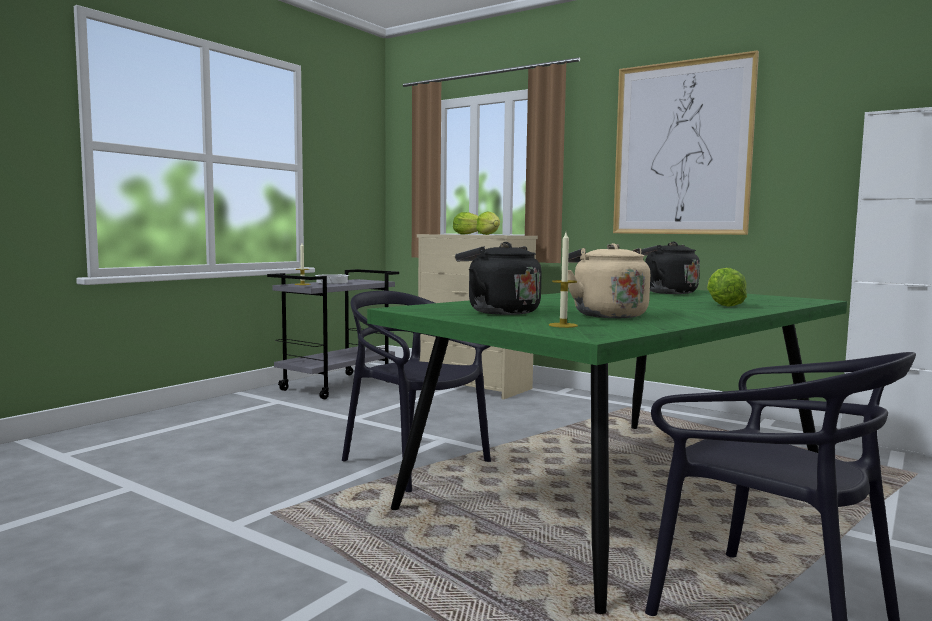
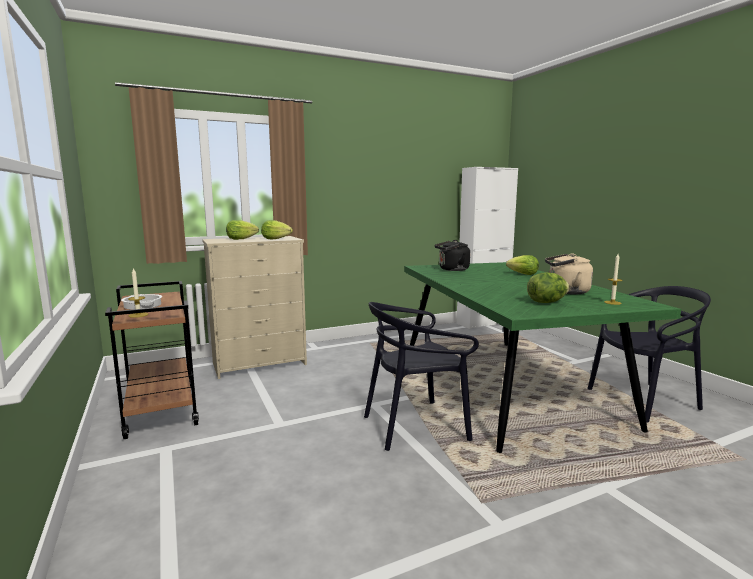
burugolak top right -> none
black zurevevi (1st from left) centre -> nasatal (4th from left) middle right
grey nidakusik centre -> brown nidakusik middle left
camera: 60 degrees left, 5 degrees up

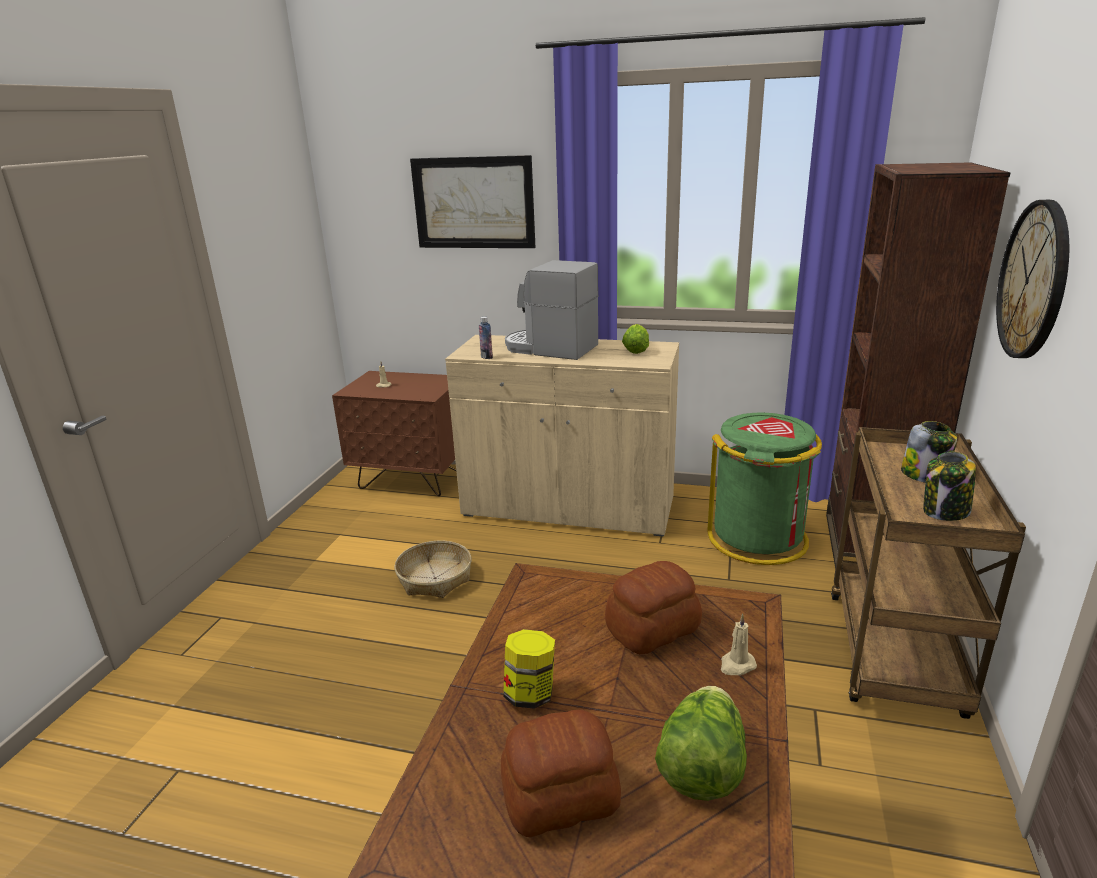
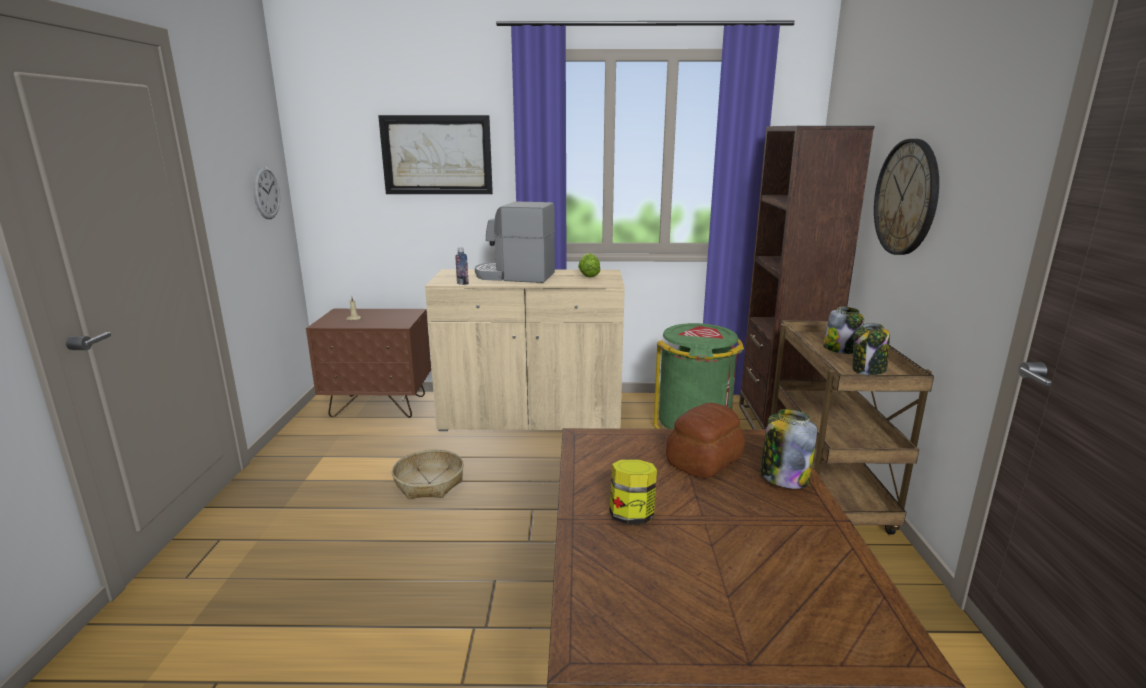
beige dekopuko (2nd from left) bottom right -> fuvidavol (2nd from left) middle right
nasatal (2nd from left) bottom centre -> none
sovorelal (1st from left) bottom centre -> none
none -> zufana (1st from left) top left
camera: 15 degrees left, 5 degrees down

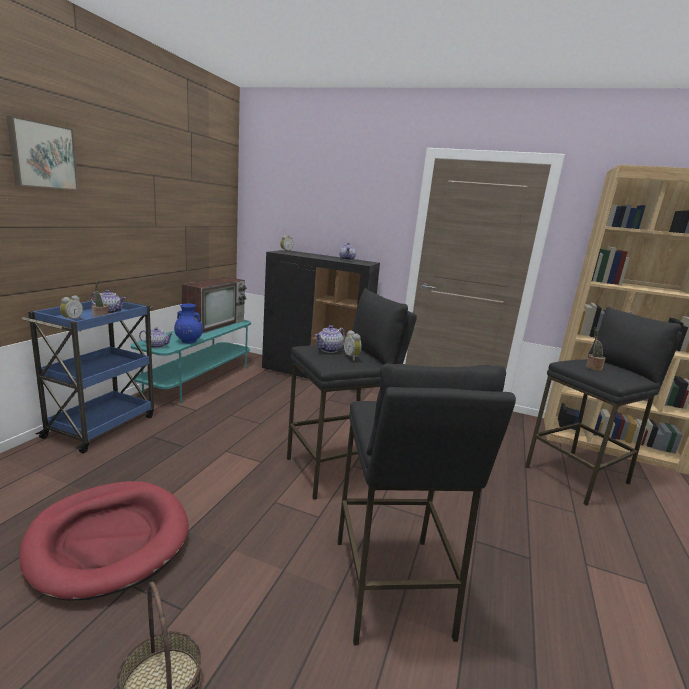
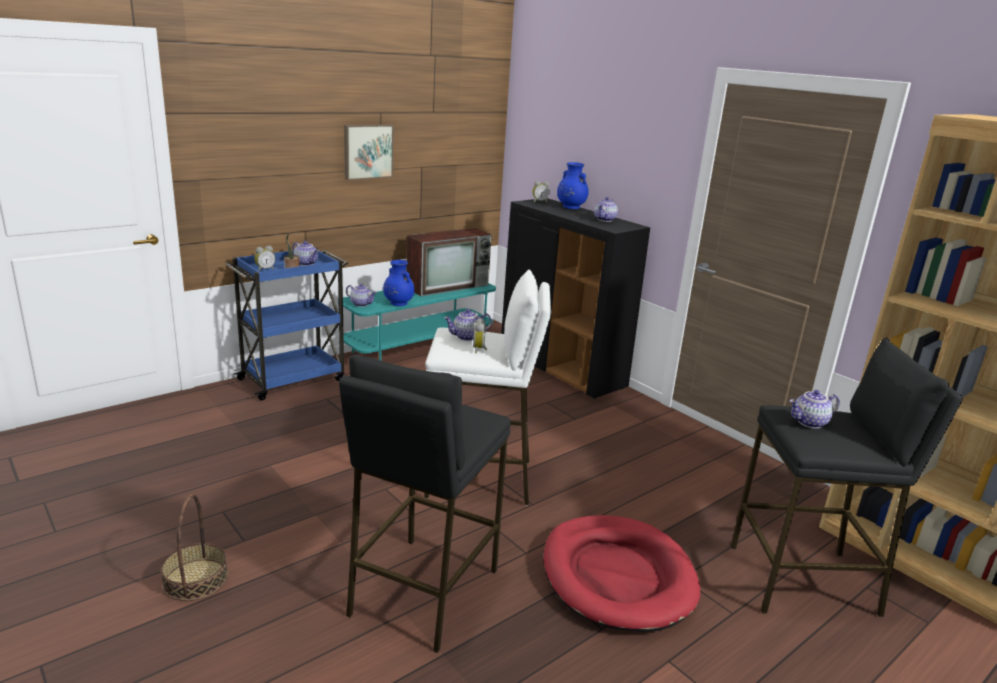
burugolak top left -> burugolak top centre, moved
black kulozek (1st from left) centre -> white kulozek centre
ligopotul (2nd from left) middle right -> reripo (5th from left) middle right
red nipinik bottom left -> red nipinik bottom centre, moved
none -> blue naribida (2nd from left) top centre
camera: 30 degrees right, 5 degrees up

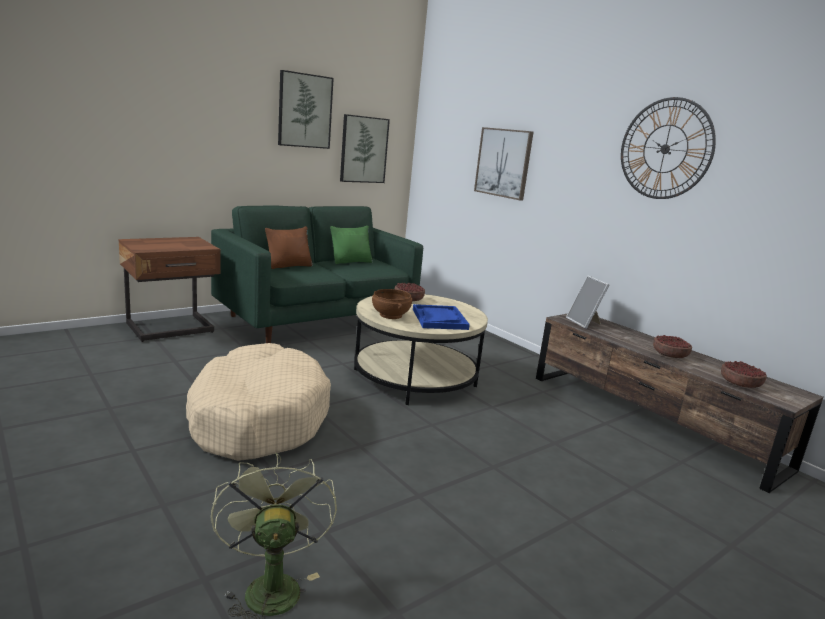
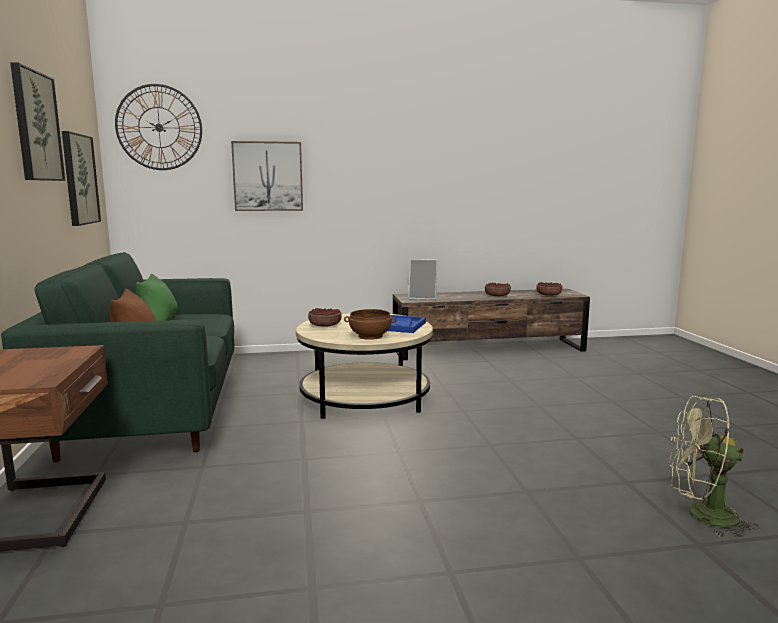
zufana top right -> zufana top left, moved
beige nipinik middle left -> none
camera: 60 degrees left, 5 degrees down

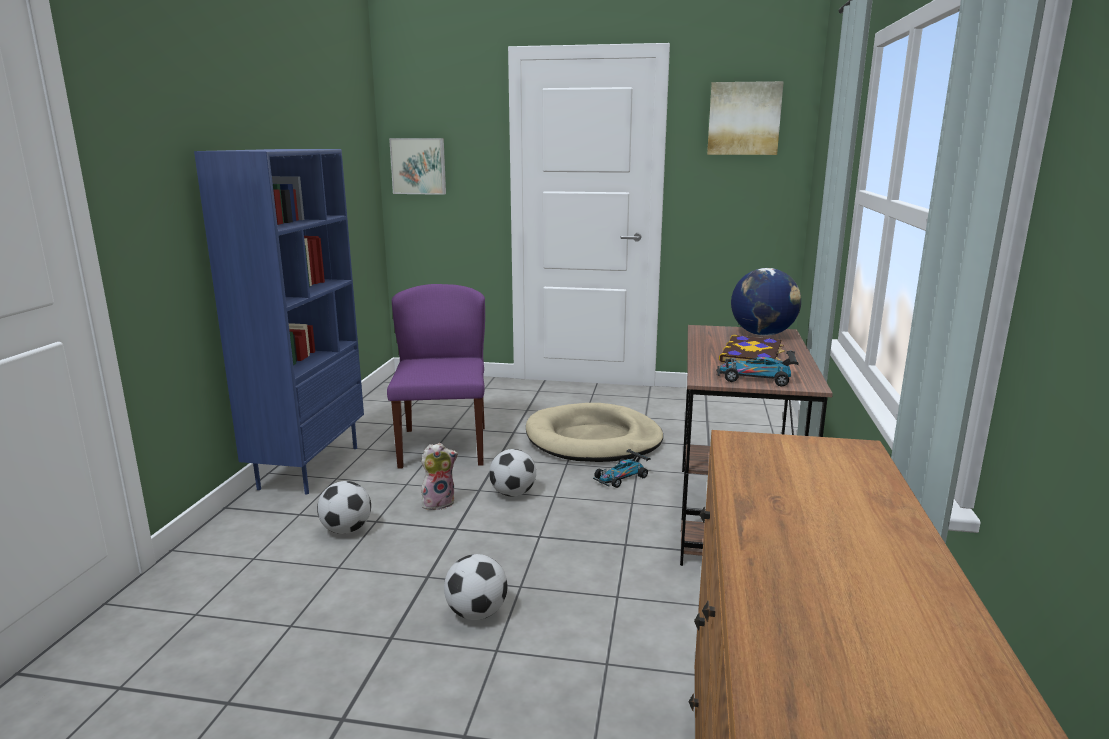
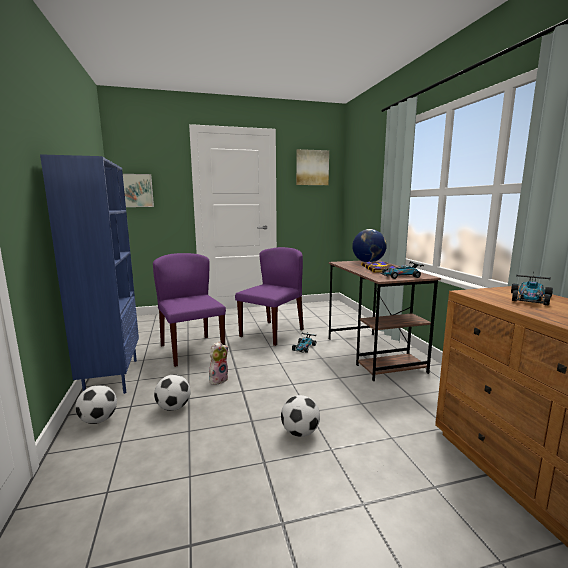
beige nipinik centre -> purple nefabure (2nd from left) centre
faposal (3rd from left in the first image) centre -> faposal (1st from left) bottom left, moved
none -> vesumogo (3rd from left) middle right
camera: 25 degrees left, 5 degrees down

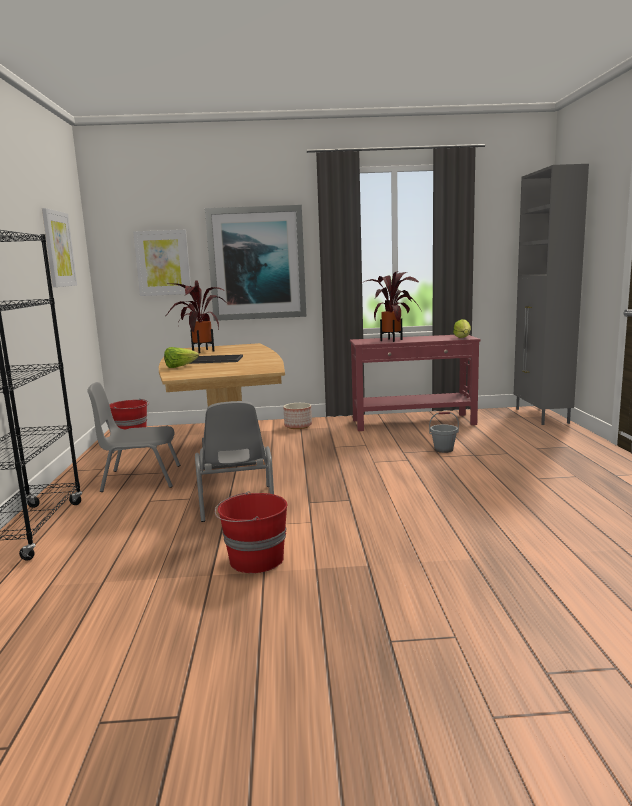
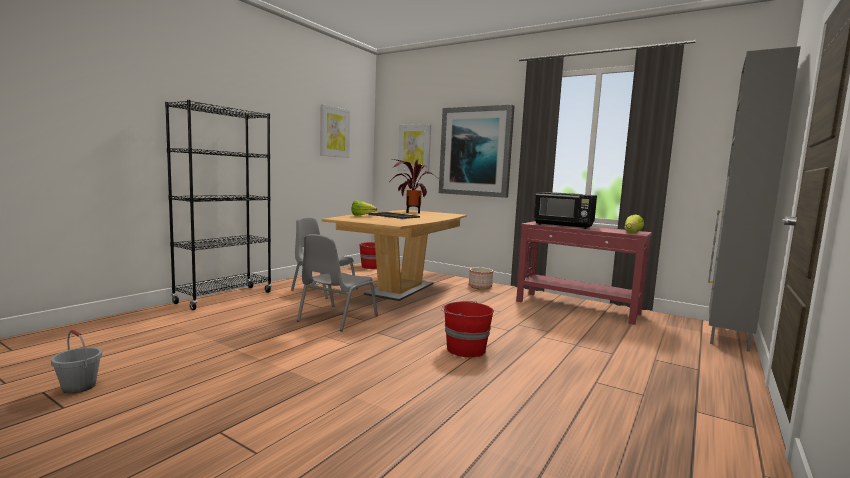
ligopotul (2nd from left) centre -> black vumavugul centre
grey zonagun middle right -> grey zonagun bottom left, moved
red zonagun (2nd from left) centre -> red zonagun (2nd from left) bottom centre, moved
camera: 35 degrees right, 5 degrees down

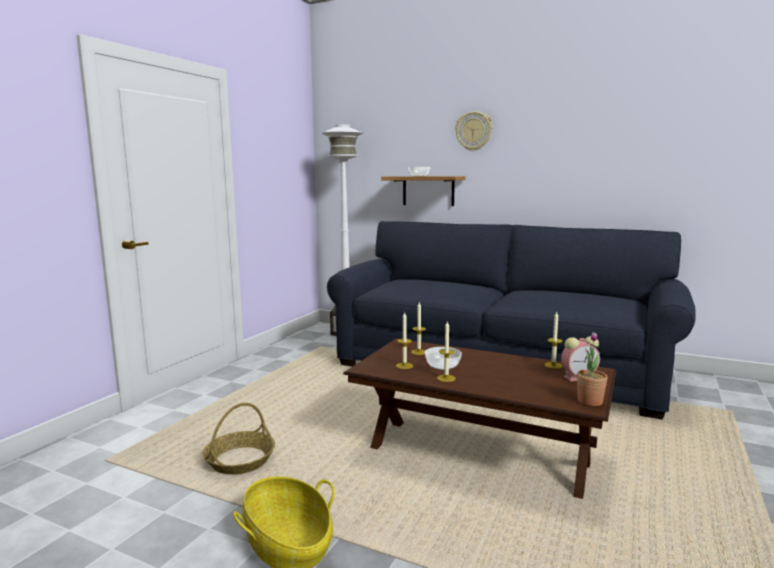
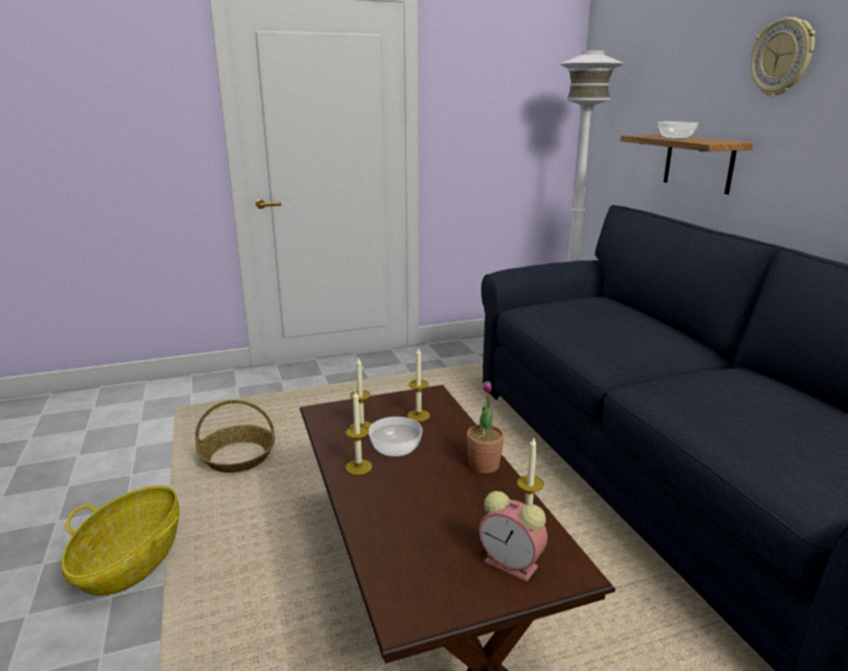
ligopotul middle right -> ligopotul centre, moved
camera: 45 degrees right, 10 degrees up

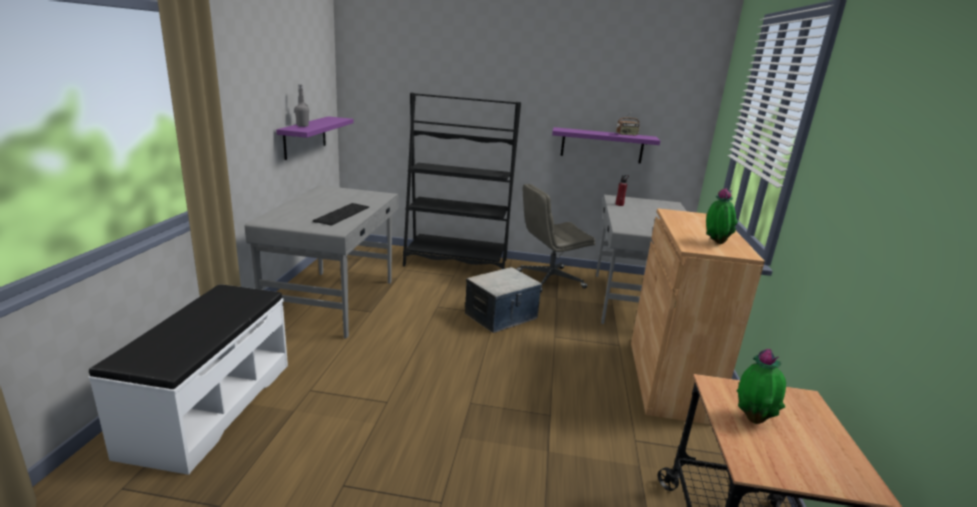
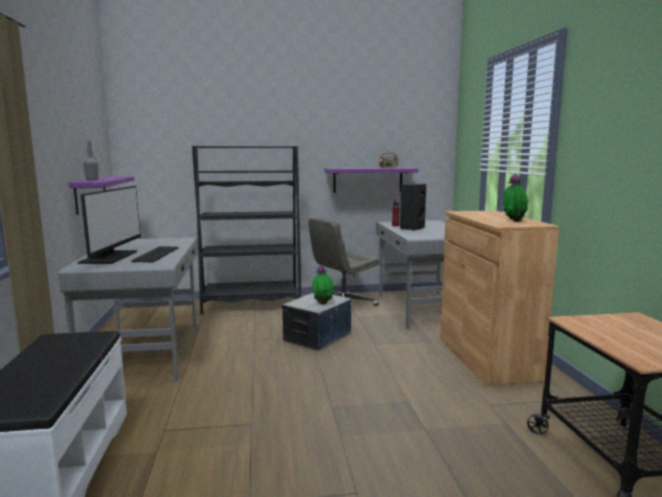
ligopotul (2nd from left in the first image) bottom right -> ligopotul (1st from left) centre, moved
none -> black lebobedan centre
none -> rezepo middle left
camera: 15 degrees left, 10 degrees down

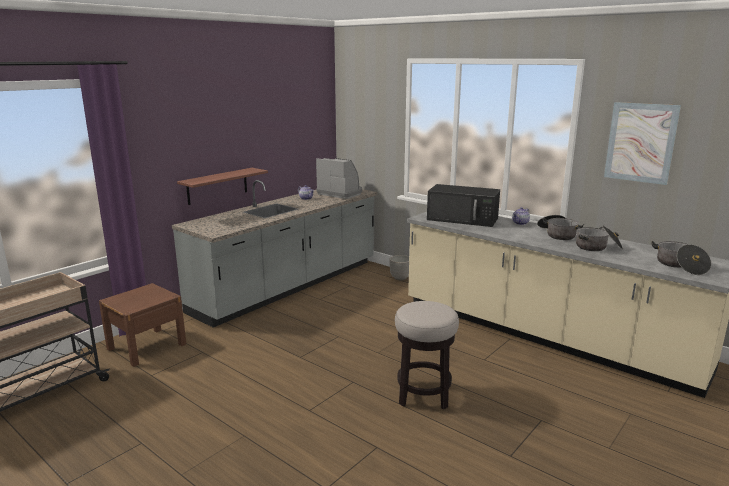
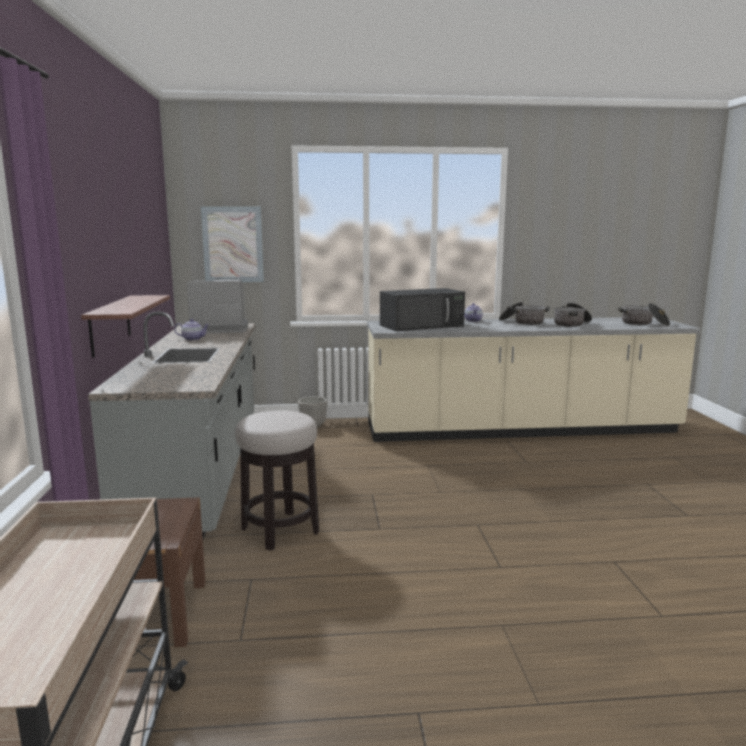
burugolak top right -> burugolak top left, moved
kulozek bottom centre -> kulozek centre, moved
camera: 45 degrees left, 5 degrees down

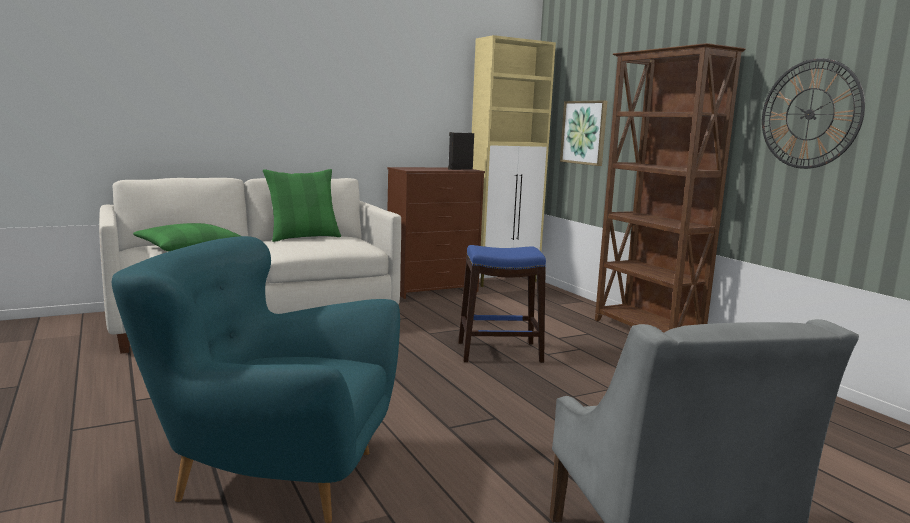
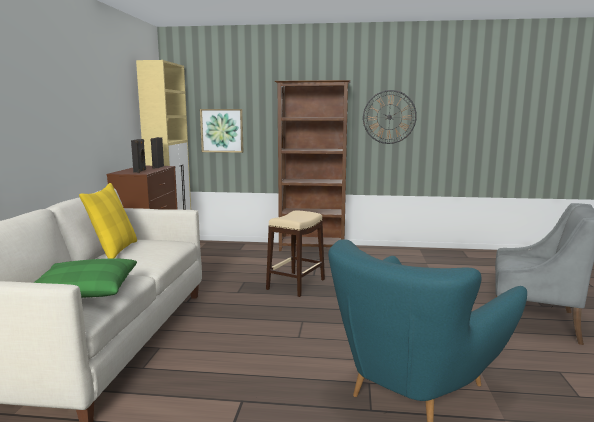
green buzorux (2nd from left) middle left -> yellow buzorux middle left
blue kulozek centre -> beige kulozek centre
none -> black lebobedan (1st from left) middle left
camera: 55 degrees left, 0 degrees up

